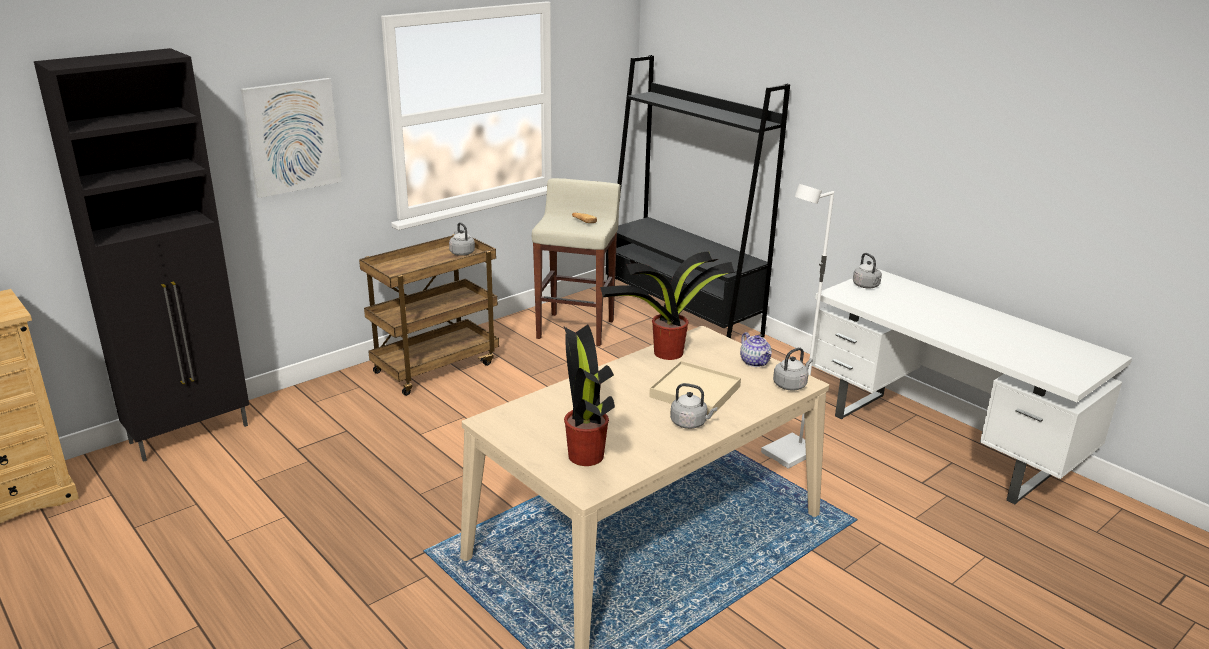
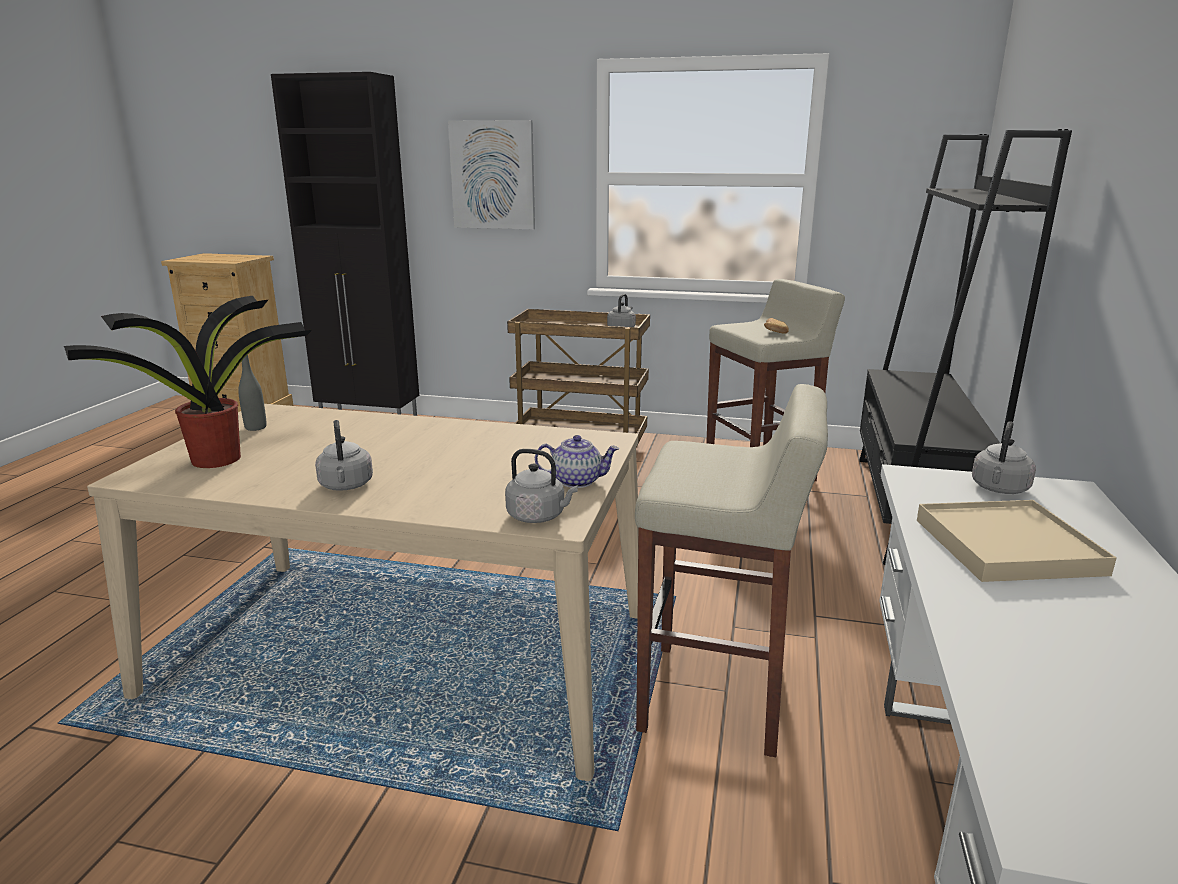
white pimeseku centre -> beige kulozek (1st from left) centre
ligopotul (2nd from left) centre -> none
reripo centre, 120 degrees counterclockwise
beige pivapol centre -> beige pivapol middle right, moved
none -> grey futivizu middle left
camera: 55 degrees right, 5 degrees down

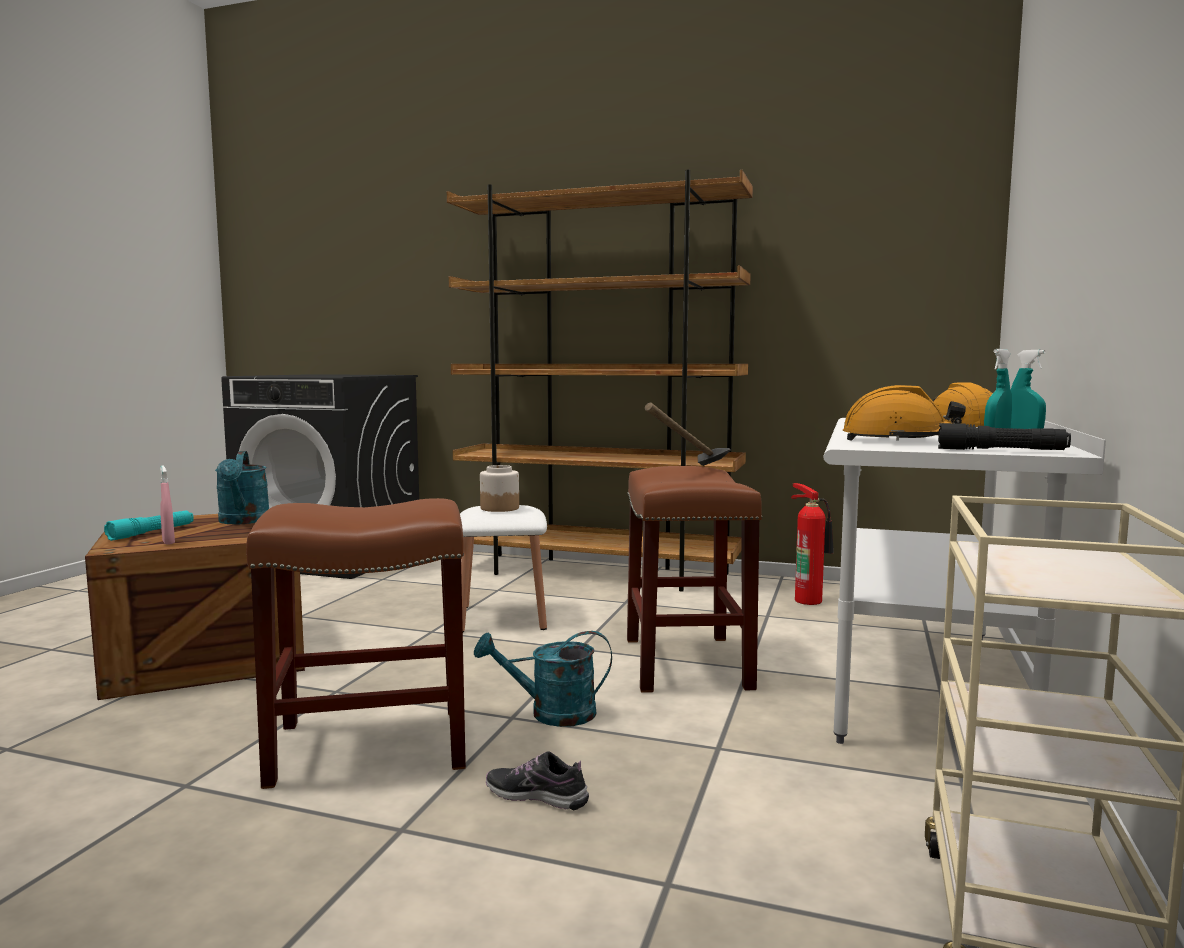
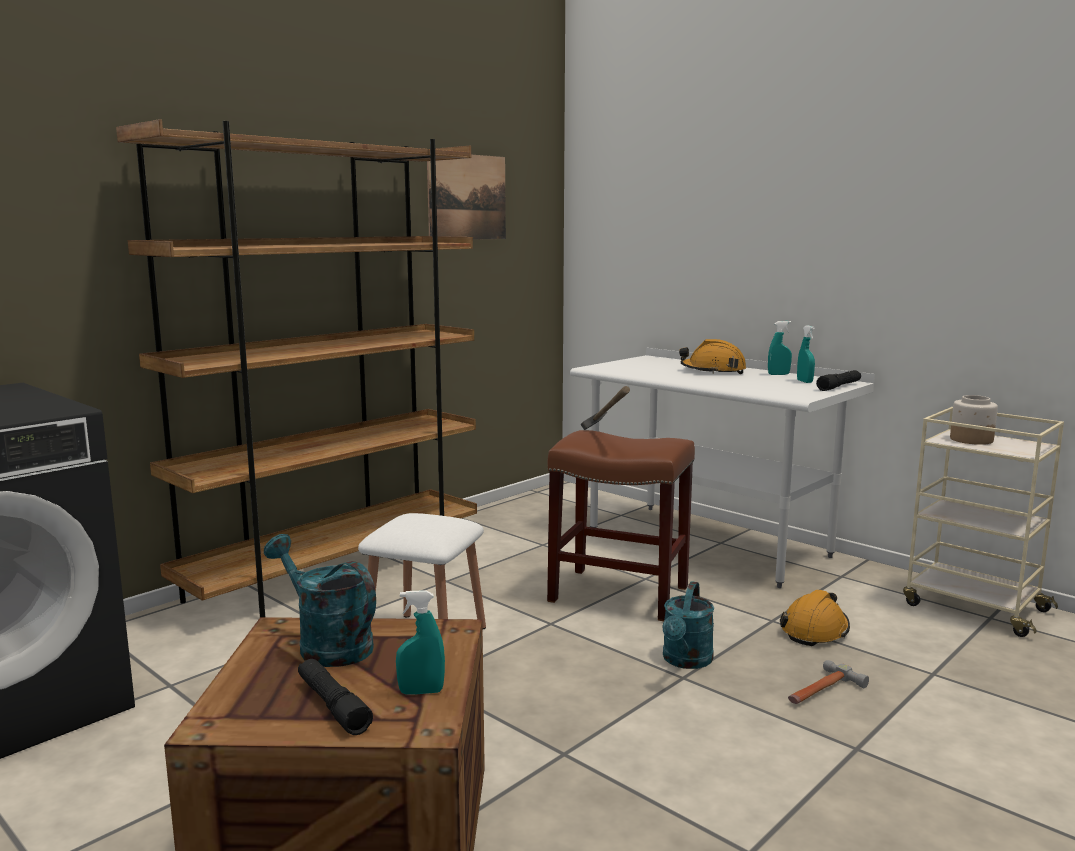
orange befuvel (1st from left in the first image) middle right -> orange befuvel (2nd from left) bottom right, moved
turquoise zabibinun (1st from left) middle left -> turquoise zabibinun (1st from left) bottom left, 150 degrees counterclockwise
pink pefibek middle left -> turquoise pefibek (1st from left) bottom centre
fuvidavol centre -> fuvidavol middle right, moved
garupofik middle right -> none
brown kulozek (1st from left) bottom left -> none
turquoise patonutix middle left -> black patonutix (1st from left) bottom left
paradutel bottom centre -> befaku (2nd from left) bottom right
none -> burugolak top centre
camera: 65 degrees left, 5 degrees up

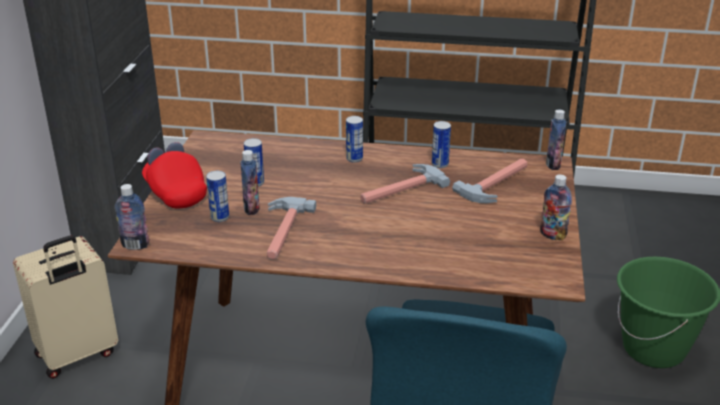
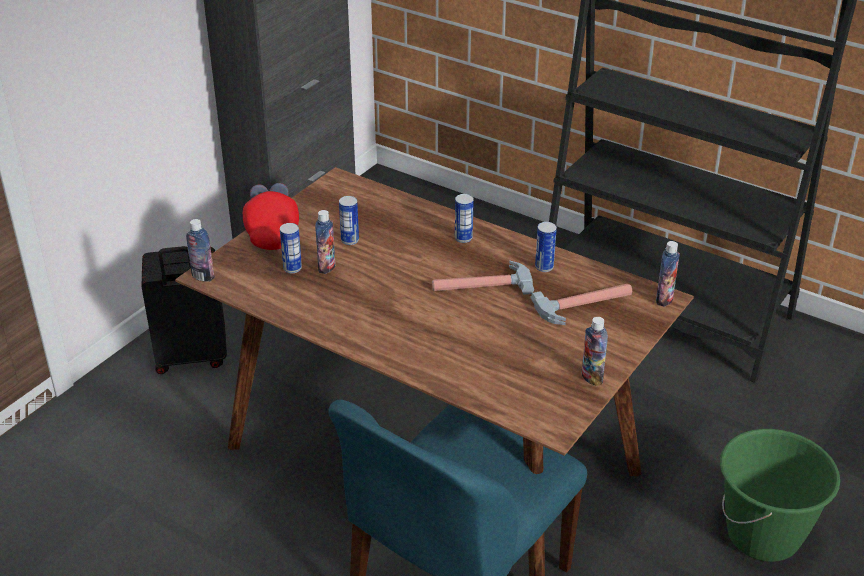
befaku (1st from left) centre -> none
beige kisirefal bottom left -> black kisirefal middle left
camera: 25 degrees right, 5 degrees up

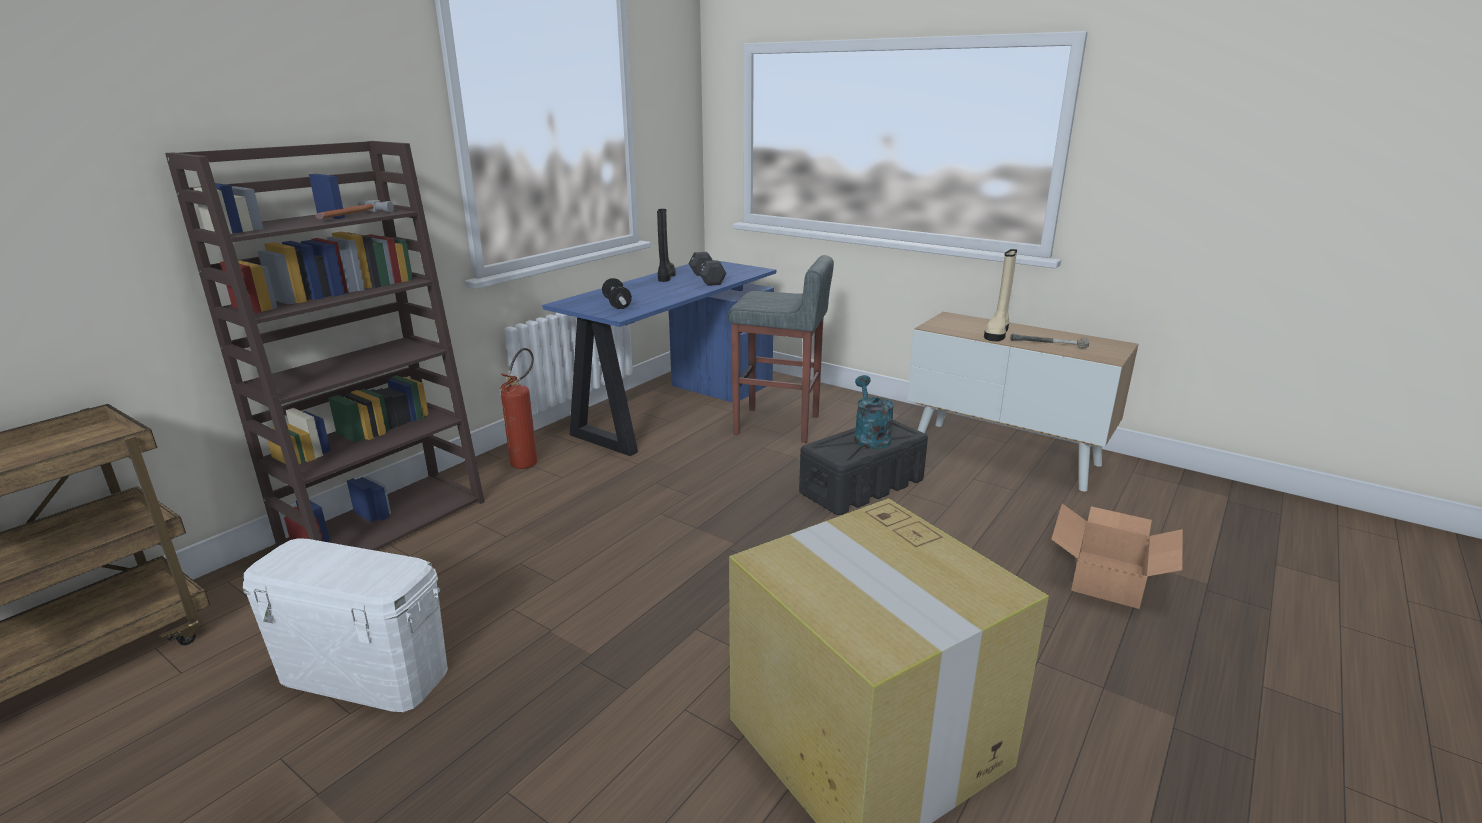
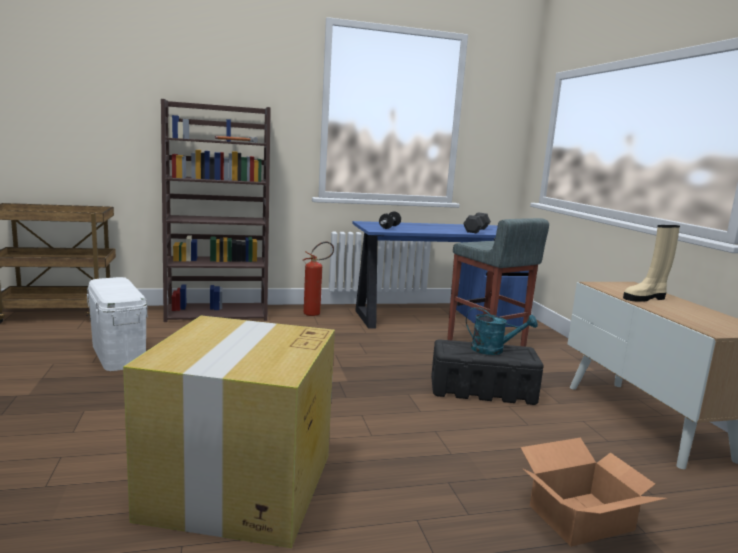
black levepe top centre -> none
befaku (2nd from left) middle right -> none
turquoise zabibinun centre -> turquoise zabibinun middle right, 75 degrees clockwise
camera: 40 degrees right, 10 degrees down

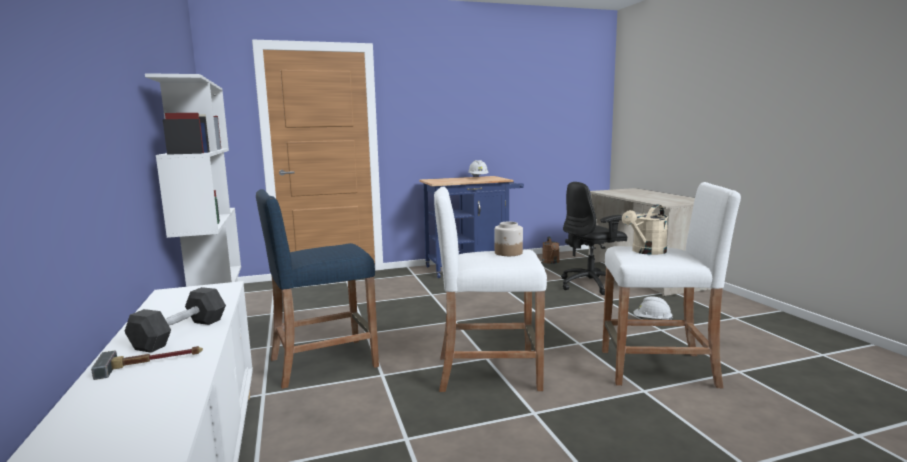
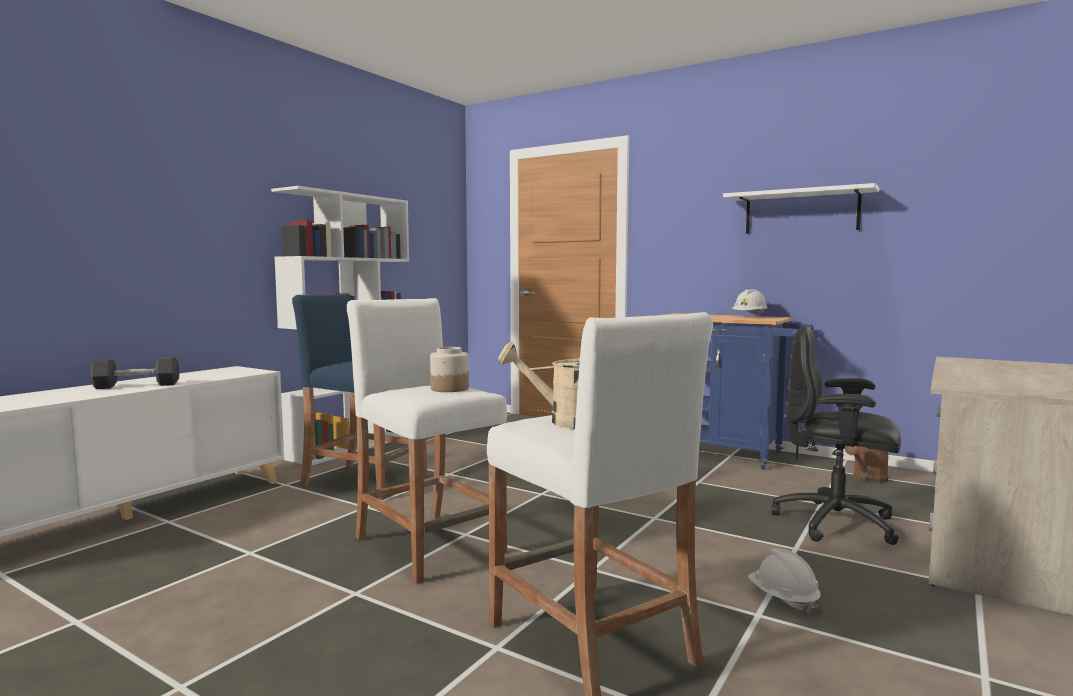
befaku bottom left -> none
none -> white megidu top right
camera: 50 degrees right, 5 degrees down

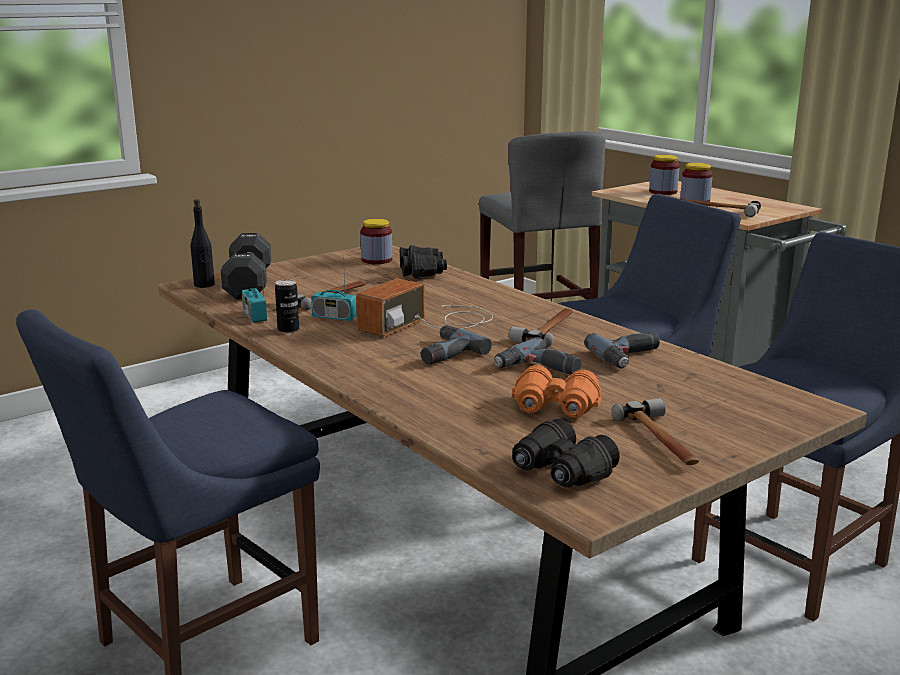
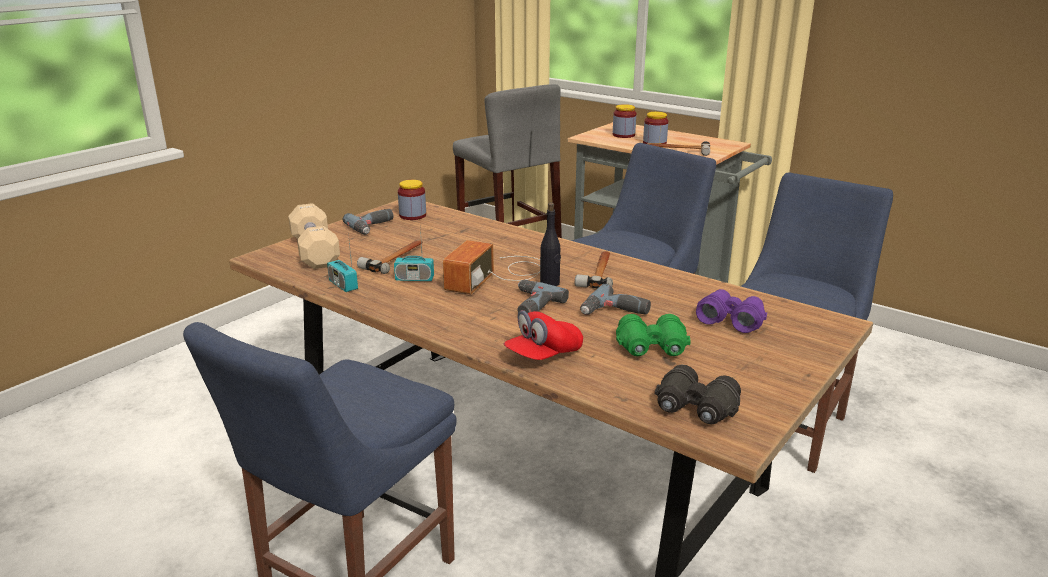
black futivizu middle left -> black futivizu centre, moved
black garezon middle left -> beige garezon middle left
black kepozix (1st from left) centre -> none
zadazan middle left -> none
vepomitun (3rd from left in the first image) middle right -> vepomitun (1st from left) centre, moved
orange kepozix centre -> green kepozix centre
befaku (3rd from left) middle right -> none
none -> purple kepozix middle right
none -> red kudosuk centre
camera: 15 degrees left, 5 degrees up

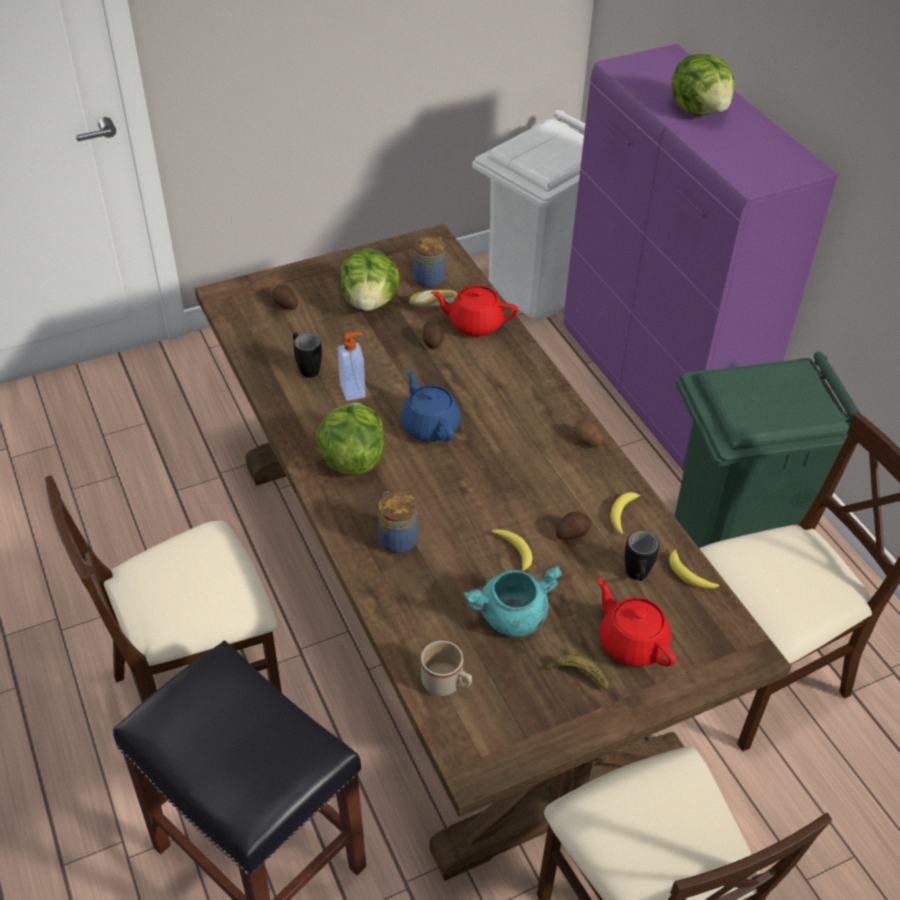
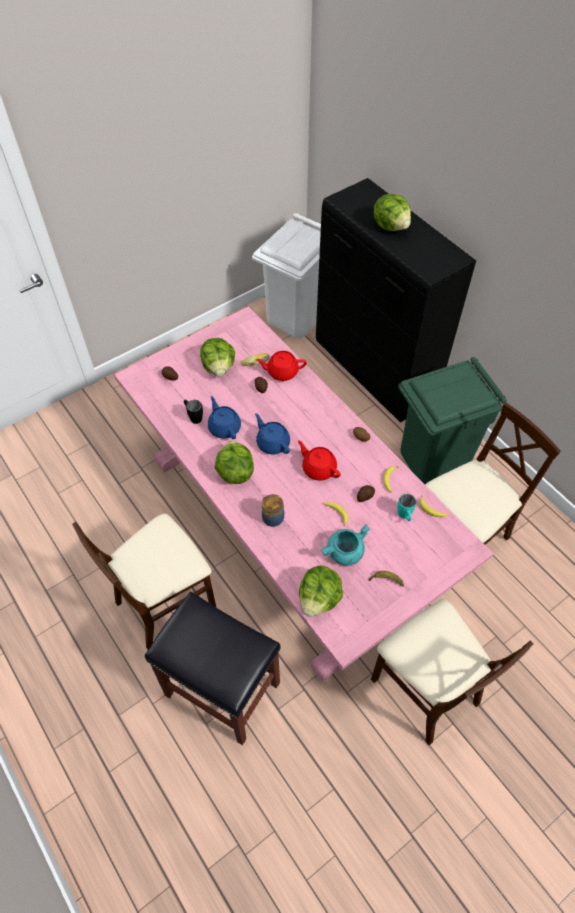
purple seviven top right -> black seviven top right
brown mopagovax centre -> pink mopagovax centre
fuvidavol (2nd from left) top centre -> none
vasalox centre -> blue reripo (1st from left) centre
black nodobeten (2nd from left) middle right -> turquoise nodobeten middle right
red reripo (2nd from left) bottom right -> red reripo (2nd from left) centre, moved
beige nodobeten bottom centre -> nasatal (3rd from left) centre
camera: 10 degrees left, 10 degrees up

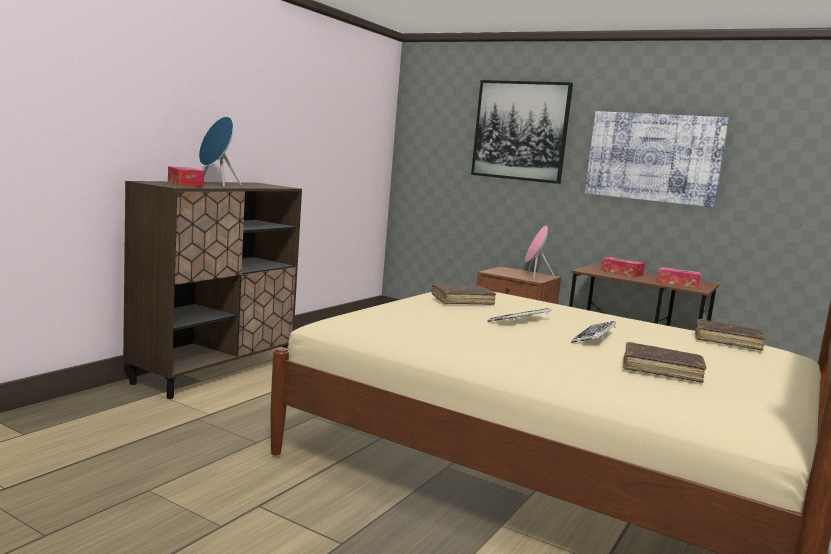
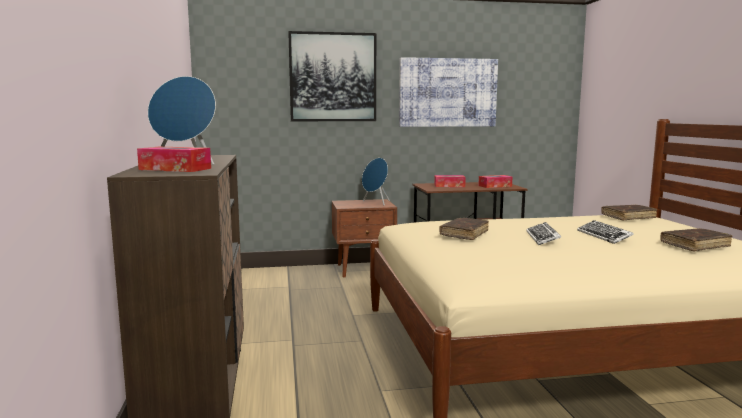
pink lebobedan centre -> blue lebobedan (2nd from left) centre
camera: 40 degrees left, 0 degrees up

